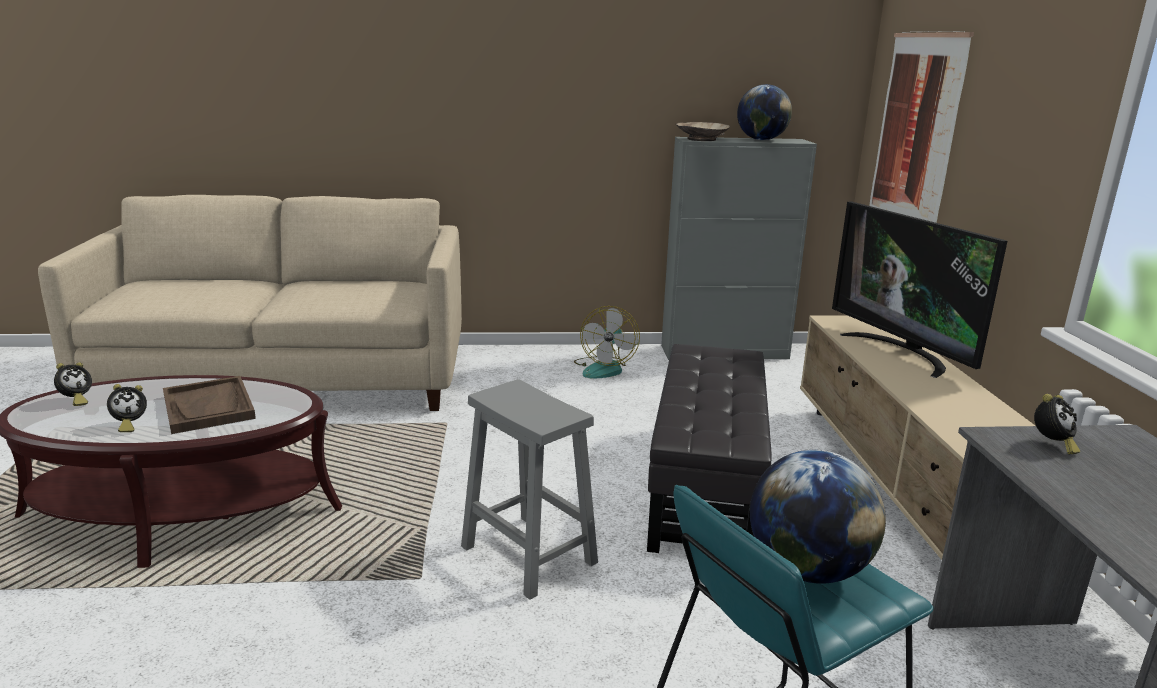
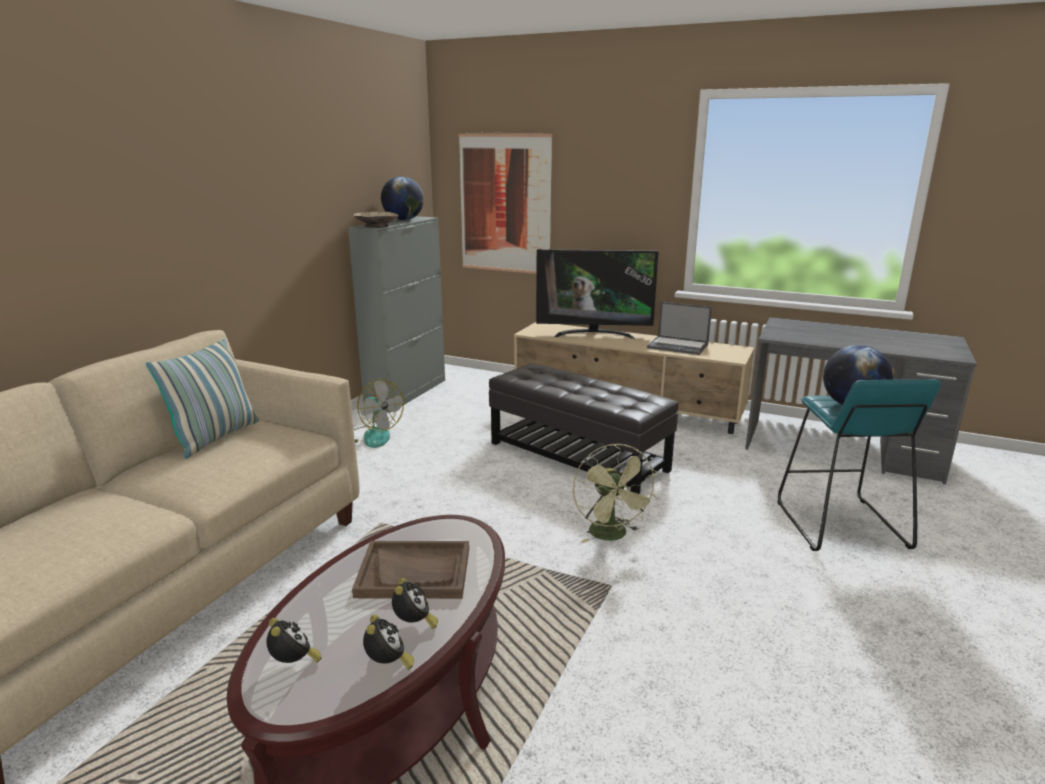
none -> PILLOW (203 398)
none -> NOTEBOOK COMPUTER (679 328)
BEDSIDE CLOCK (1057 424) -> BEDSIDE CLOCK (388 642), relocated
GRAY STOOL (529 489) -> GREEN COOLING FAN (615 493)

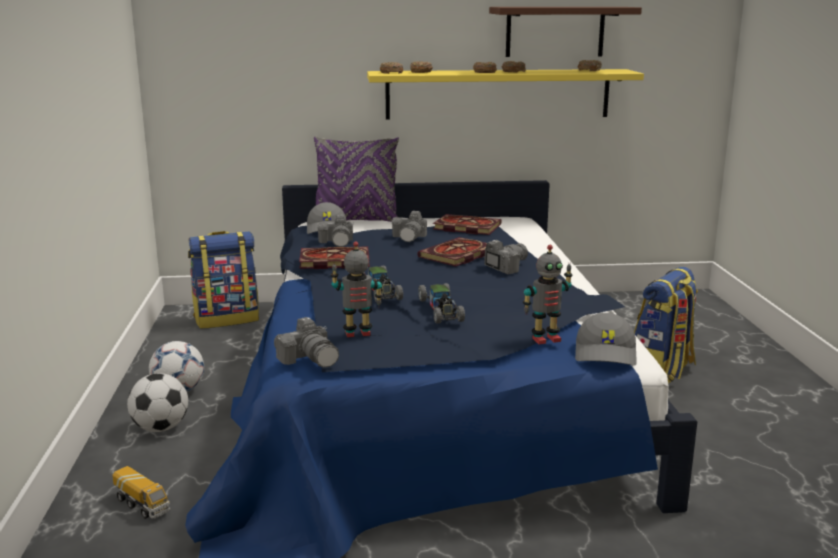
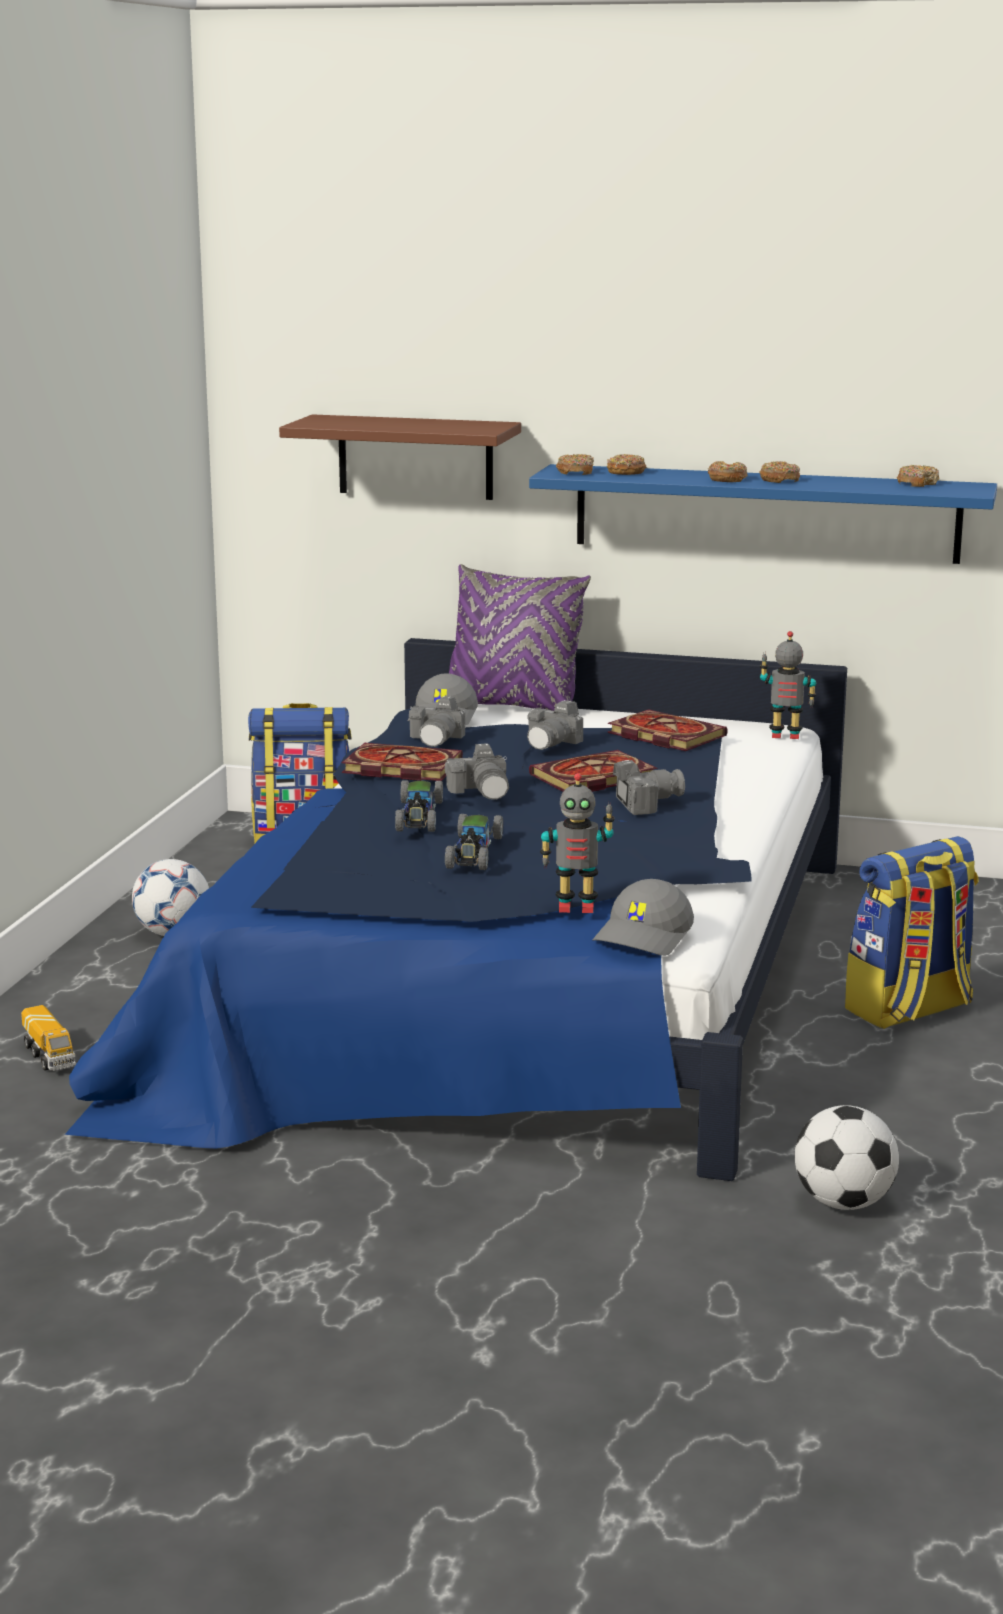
BALL FOR FOOTBALL (157 402) -> BALL FOR FOOTBALL (847 1157), relocated
STILL CAMERA (306 342) -> STILL CAMERA (477 771), relocated
ROBOT FIGURE (357 289) -> ROBOT FIGURE (788 685), relocated
BROWN BRACKET SHELF (565 32) -> BROWN BRACKET SHELF (400 457), relocated
YELLOW-COLOURED BRACKET SHELF (505 94) -> BLUE-COLOURED BRACKET SHELF (763 514)

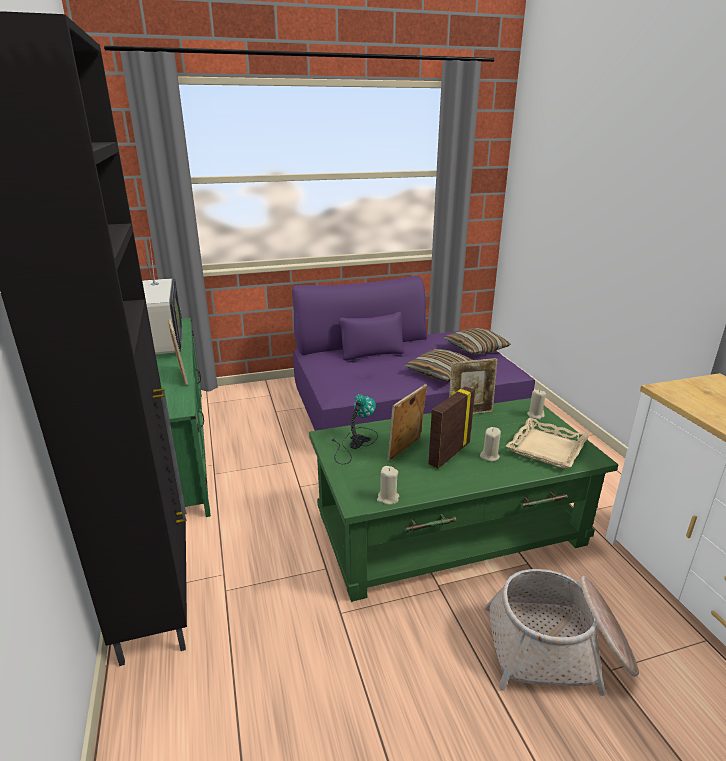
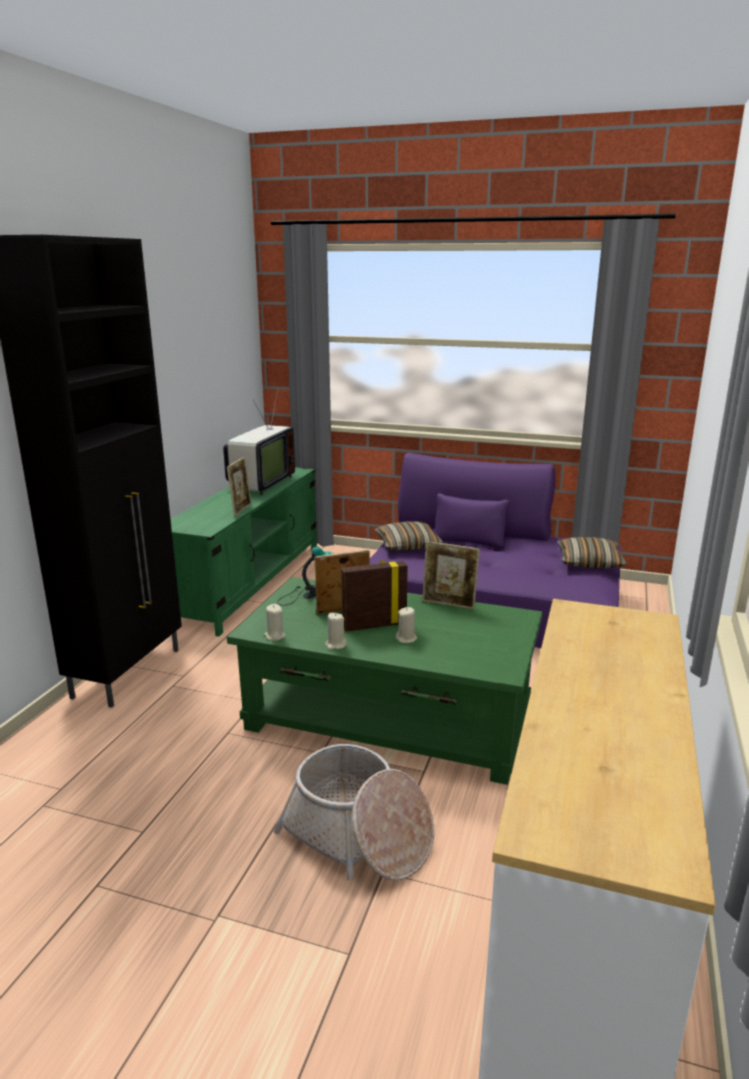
BEIGE-COLOURED TRAY (548 443) -> none
PILLOW (439 365) -> PILLOW (408 535), relocated
BEIGE-COLOURED CANDLE (536 405) -> BEIGE-COLOURED CANDLE (336 631), relocated

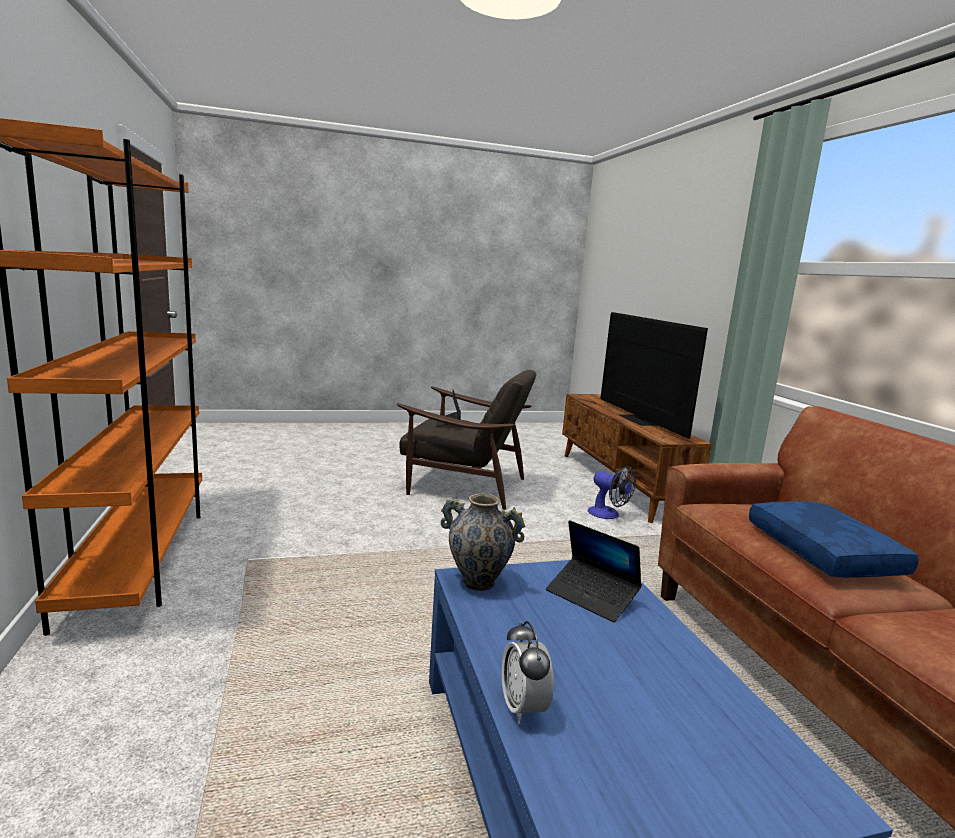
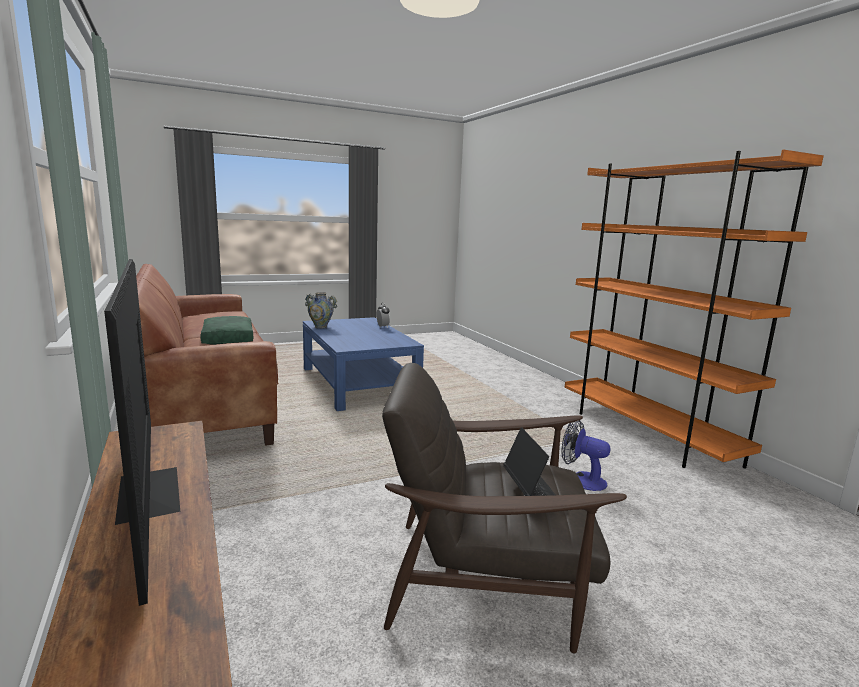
NOTEBOOK COMPUTER (594 571) -> none
FLOWER VASE (483 542) -> FLOWER VASE (321 310), relocated
COOLING FAN (612 492) -> COOLING FAN (586 455), relocated
BLUE-COLOURED PILLOW (834 539) -> GREEN PILLOW (226 330)

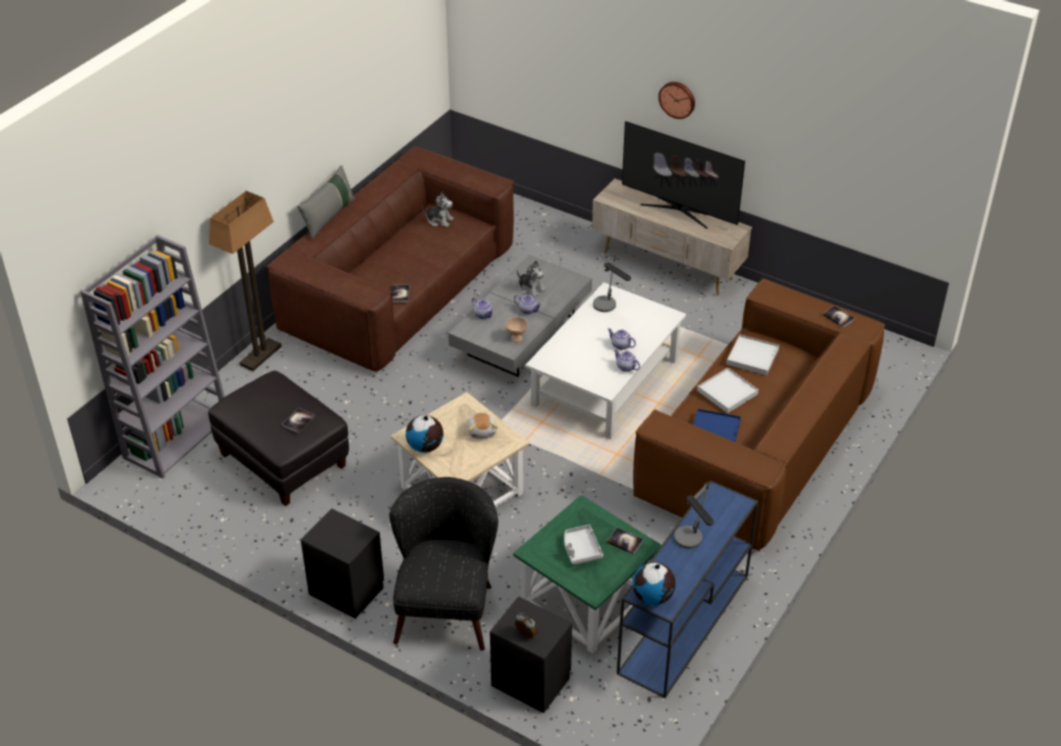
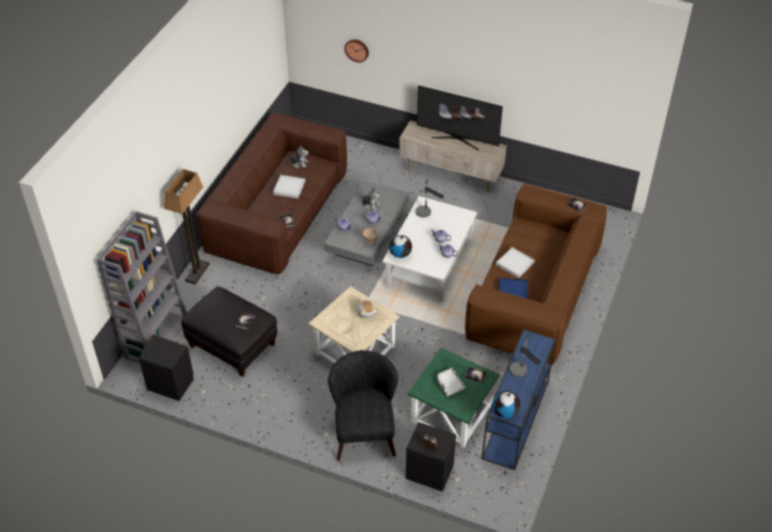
GRAY PILLOW (326 202) -> none
BLACK NIGHTSTAND (342 563) -> BLACK NIGHTSTAND (166 368), relocated
WORLD GLOBE (424 434) -> WORLD GLOBE (400 246), relocated
HANGING CLOCK (676 100) -> HANGING CLOCK (356 50), relocated
WHITE TRAY (752 354) -> WHITE TRAY (289 187), relocated

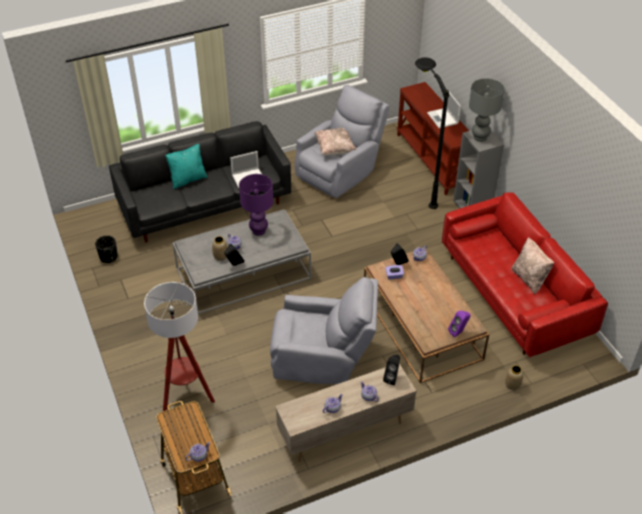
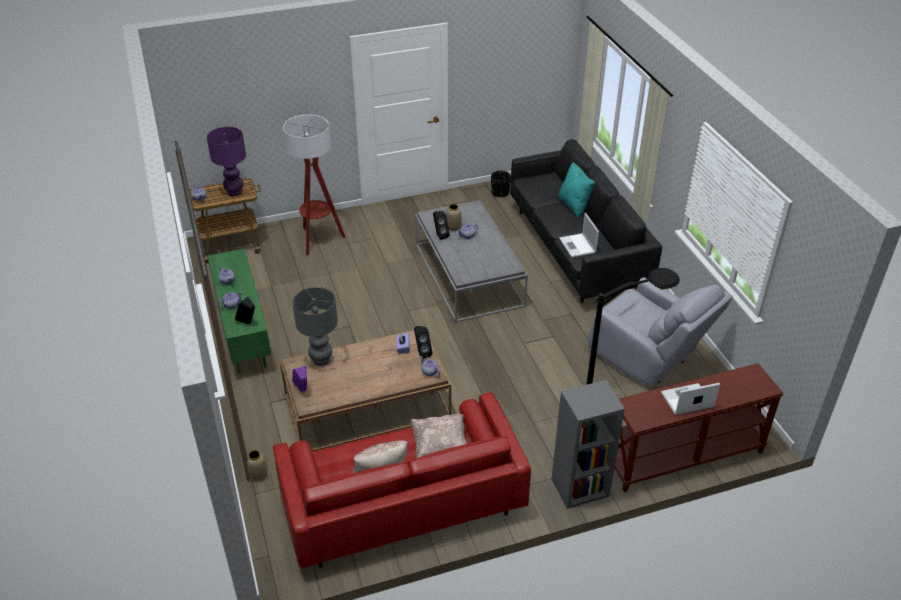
GRAY LOUNGE CHAIR (324 330) -> none
PURPLE LAMP FOR A TABLE (256 205) -> PURPLE LAMP FOR A TABLE (226 161), relocated
BEIGE-COLOURED PILLOW (335 142) -> BEIGE-COLOURED PILLOW (439 436), relocated
GRAY LAMP FOR A TABLE (487 110) -> GRAY LAMP FOR A TABLE (315 326), relocated
BEIGE-COLOURED MEDIA CONSOLE (346 413) -> GREEN MEDIA CONSOLE (239 311)

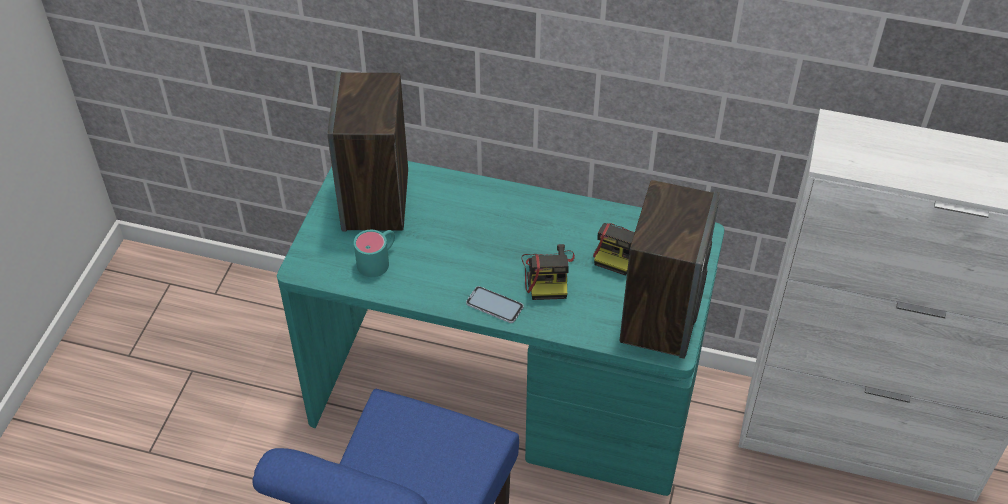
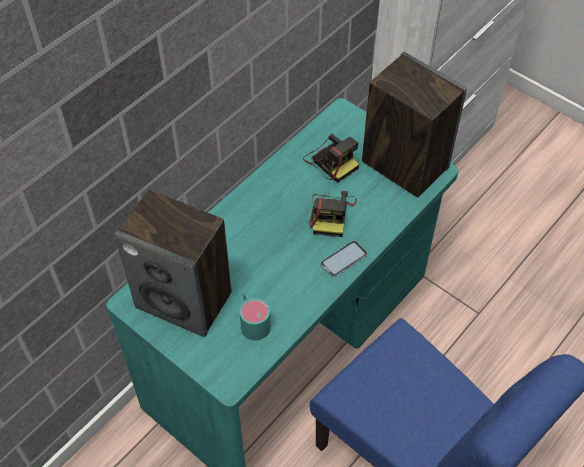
STILL CAMERA (548 272) -> STILL CAMERA (333 214), 75 degrees clockwise

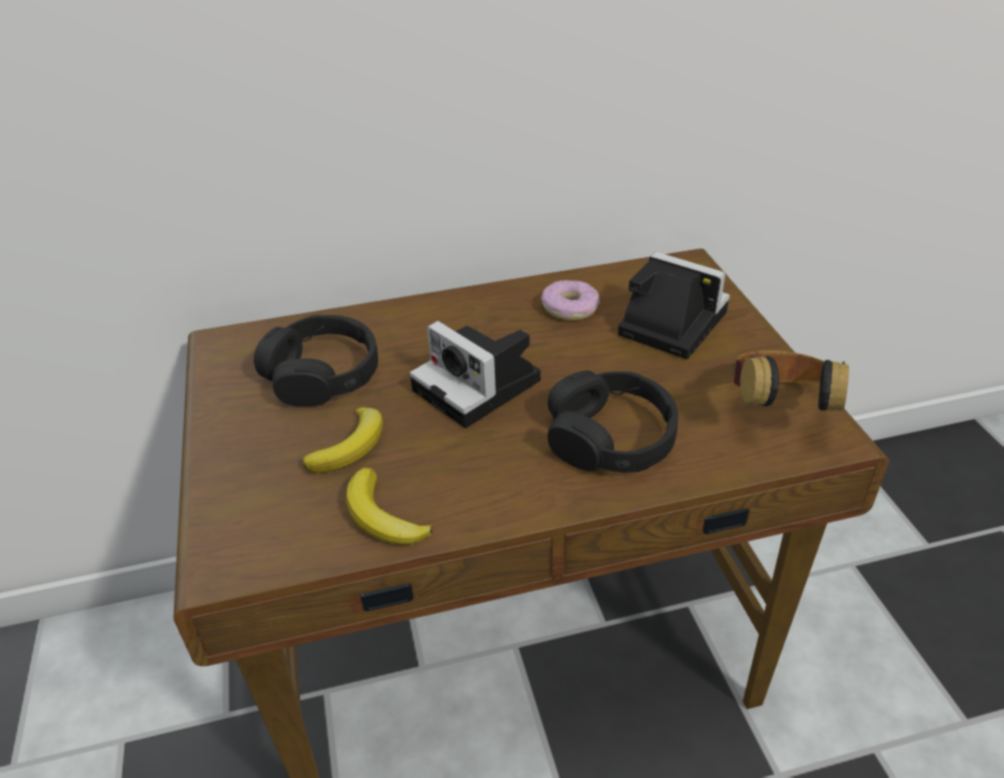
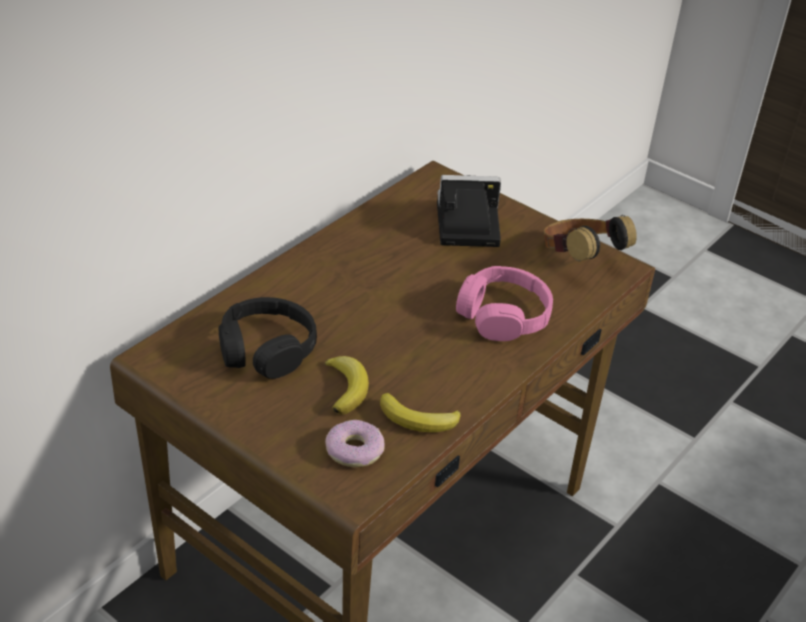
STILL CAMERA (475 374) -> none
RING DOUGHNUT (570 300) -> RING DOUGHNUT (355 443), relocated
BLACK PAIR OF HEADPHONES (613 421) -> PINK PAIR OF HEADPHONES (504 303)

